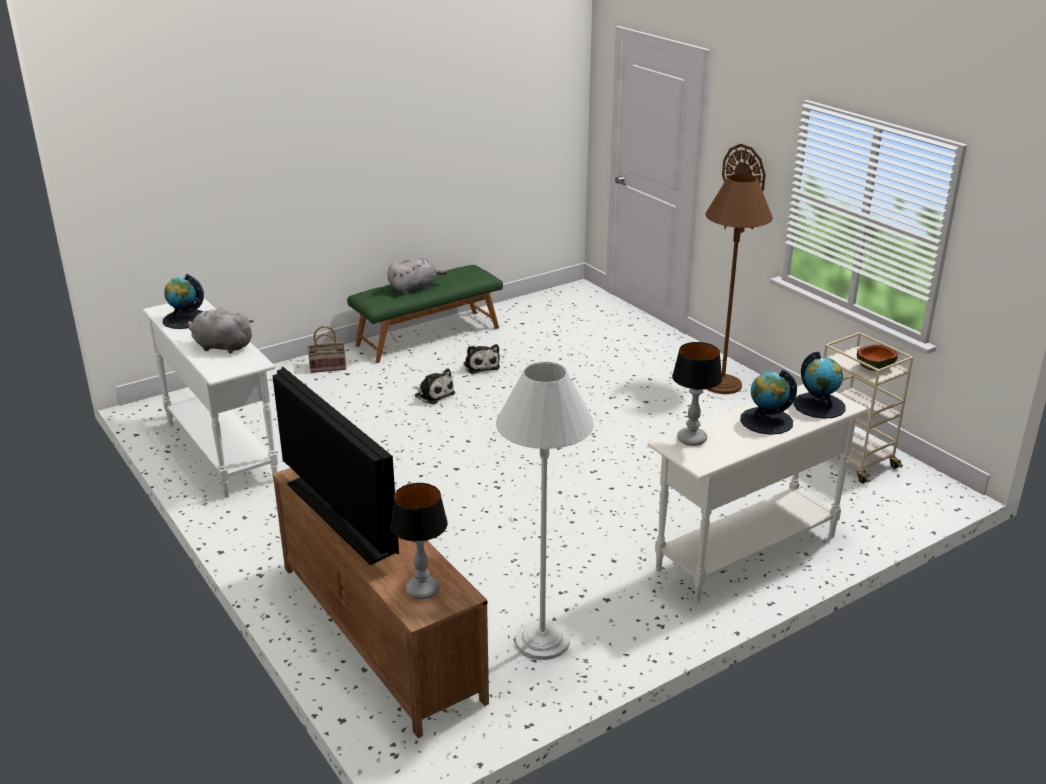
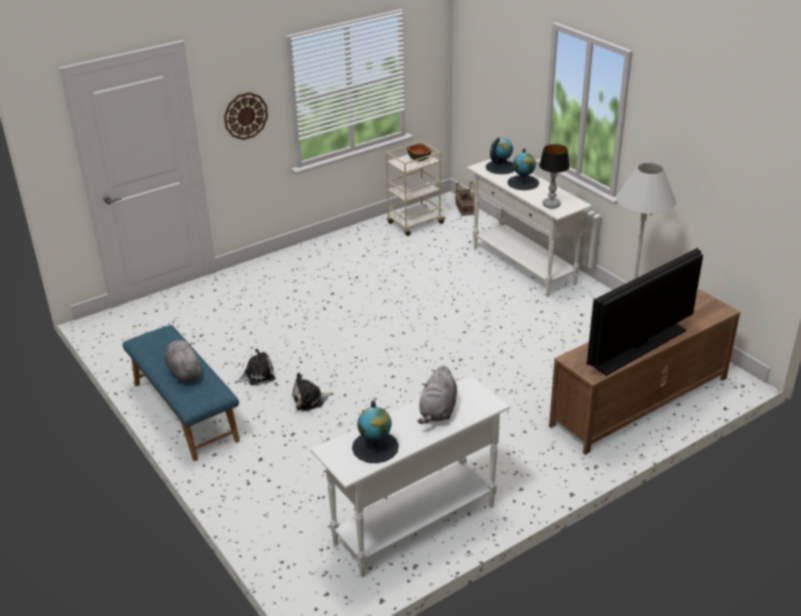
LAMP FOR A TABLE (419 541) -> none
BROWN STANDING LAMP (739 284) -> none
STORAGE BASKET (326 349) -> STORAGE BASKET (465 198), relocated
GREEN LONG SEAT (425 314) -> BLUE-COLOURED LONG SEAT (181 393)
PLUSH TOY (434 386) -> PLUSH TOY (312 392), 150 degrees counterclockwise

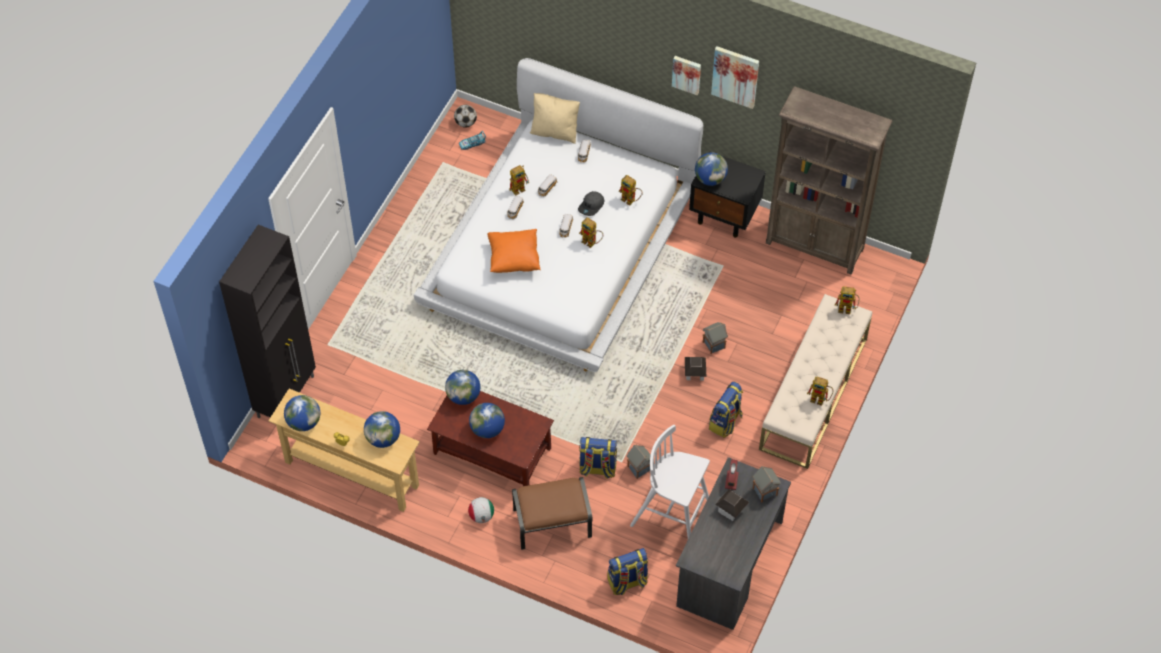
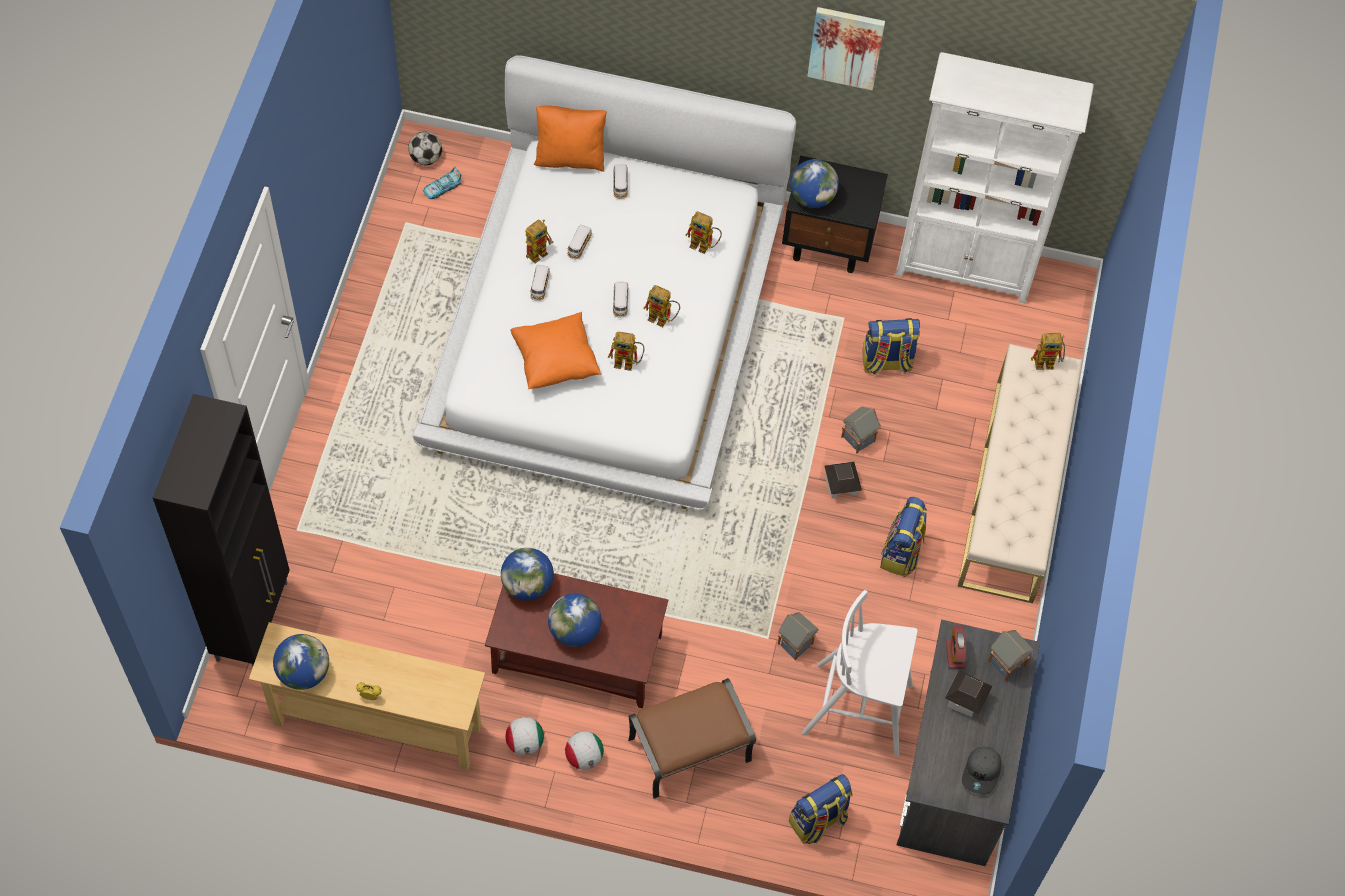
WORLD GLOBE (382 429) -> none
WALL ART (686 75) -> none
none -> BALL FOR FOOTBALL (524 736)
GRAY BASEBALL CAP (591 203) -> GRAY BASEBALL CAP (981 770), relocated
KNAPSACK (598 458) -> KNAPSACK (891 347), relocated
ROBOT FIGURE (820 391) -> ROBOT FIGURE (626 351), relocated
BEIGE-COLOURED PILLOW (555 118) -> ORANGE PILLOW (570 138)
BROWN BOOKSHELF (829 180) -> WHITE BOOKSHELF (995 178)

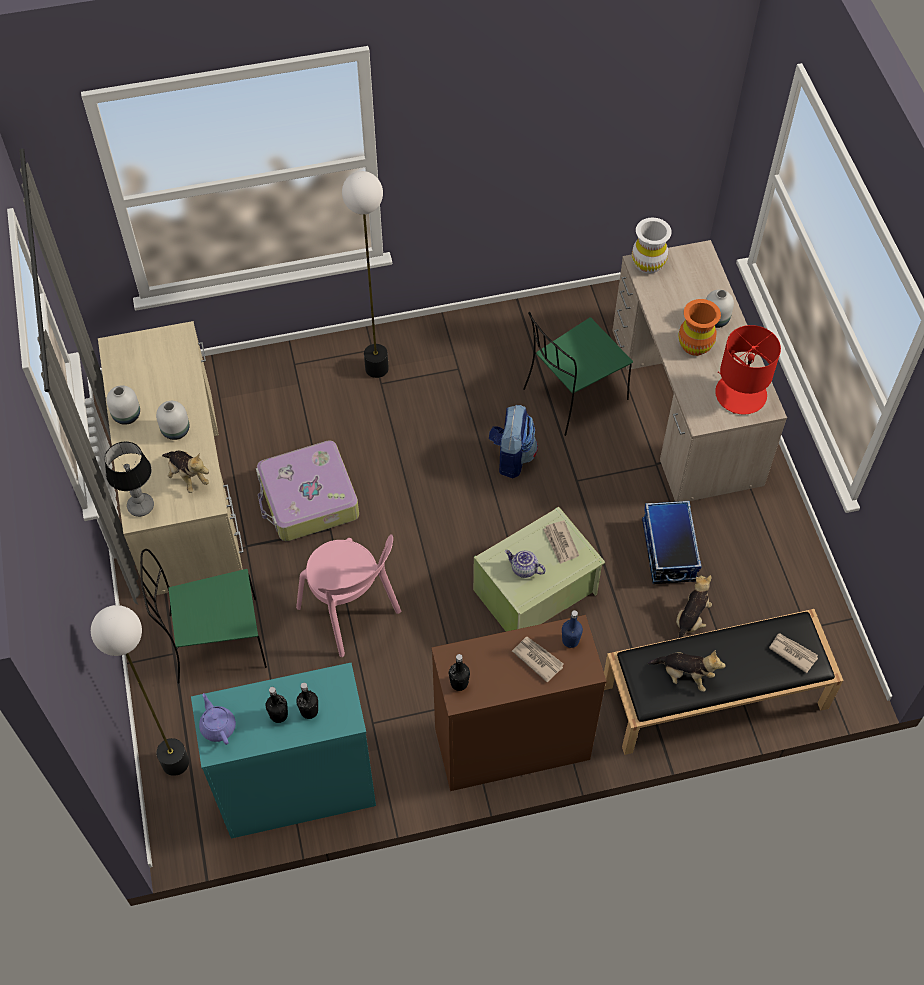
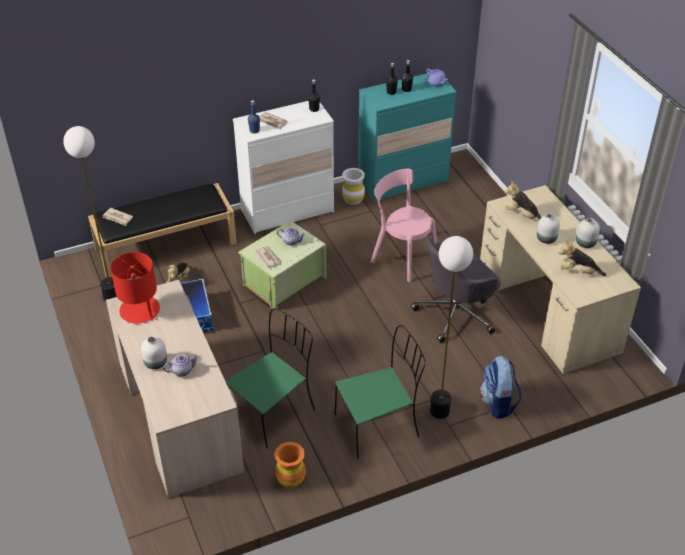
LAMP FOR A TABLE (129 479) -> none
none -> TEA POT (181 365)
STANDING LAMP (140 690) -> STANDING LAMP (90 214), relocated
GREEN CHAIR (203 616) -> GREEN CHAIR (380 392), relocated
KNAPSACK (513 441) -> KNAPSACK (501 387), relocated
WHITE FLOWER VASE (652 246) -> WHITE FLOWER VASE (353 186), relocated
PLUSH TOY (686 671) -> PLUSH TOY (582 258), relocated
ORANGE FLOWER VASE (699 327) -> ORANGE FLOWER VASE (290 465), relocated
PIECE OF LUGGAGE (307 490) -> GRAY OFFICE CHAIR (456 289)
BROWN DRAWER CHEST (519 703) -> WHITE DRAWER CHEST (283 167)

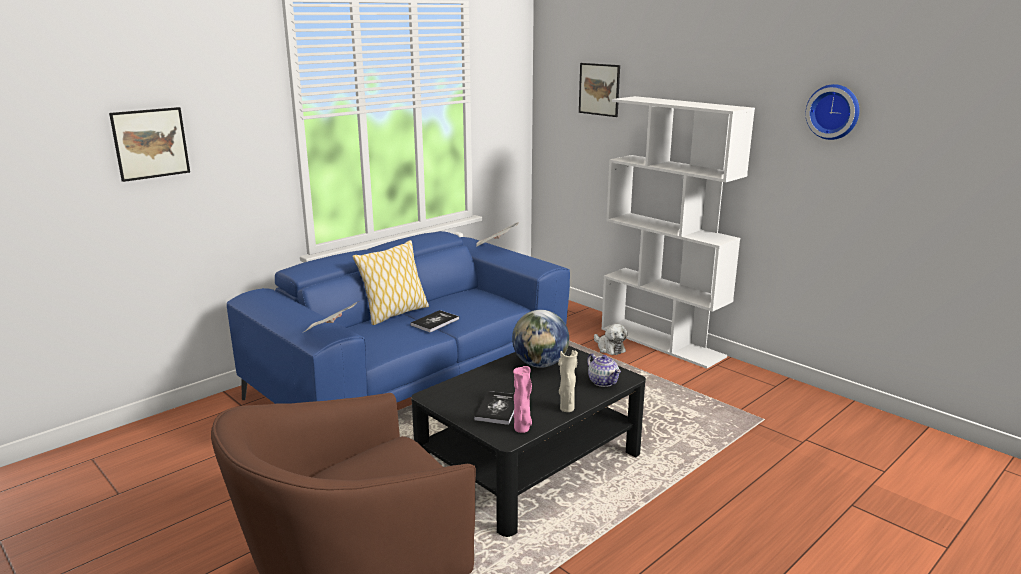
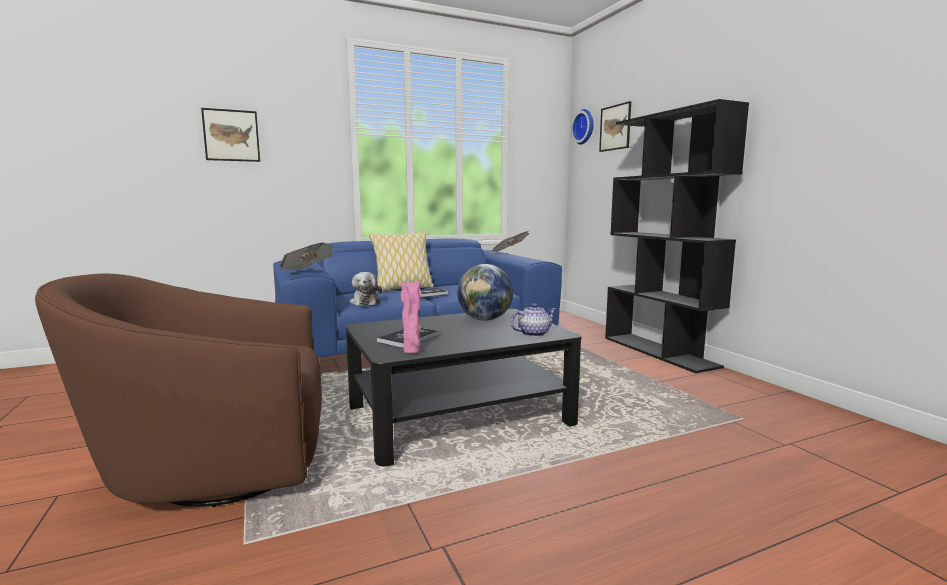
BEIGE-COLOURED FLOWER VASE (568 381) -> none
PLUSH TOY (611 339) -> PLUSH TOY (366 289), relocated
HANGING CLOCK (832 112) -> HANGING CLOCK (582 127), relocated
WHITE BOOKSHELF (678 232) -> BLACK BOOKSHELF (677 236)
TEA POT (604 370) -> TEA POT (533 320), 105 degrees counterclockwise

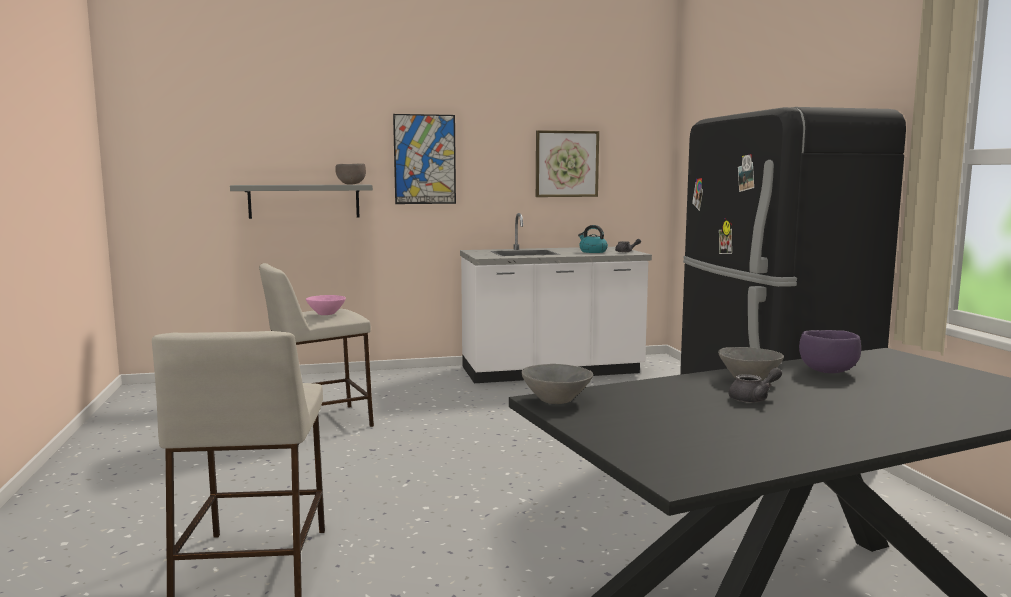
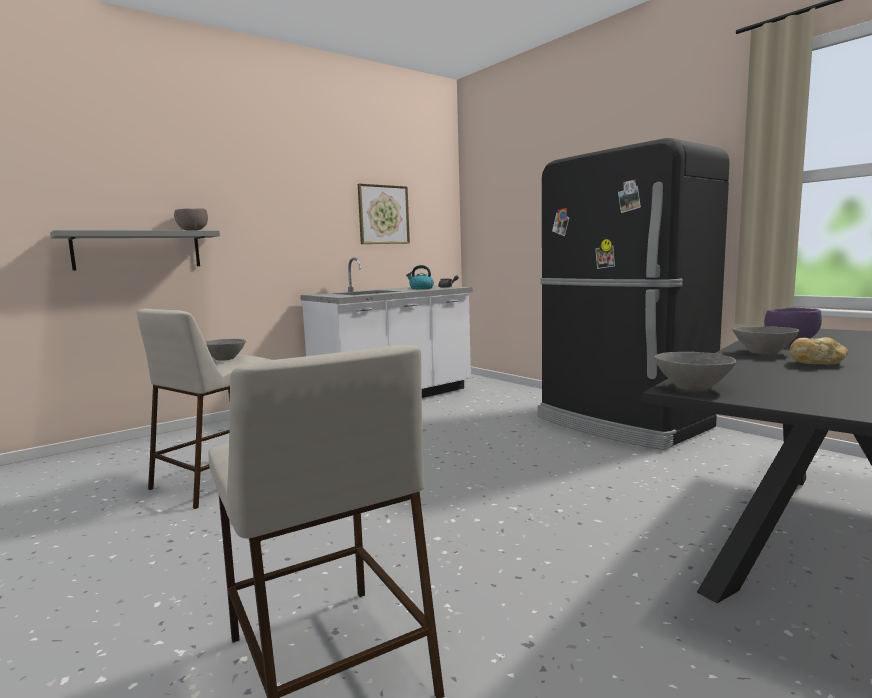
WALL ART (424 159) -> none
GRAY TEA POT (755 385) -> BAKERY BREAD (819 350)
PINK SERVING BOWL (326 305) -> GRAY SERVING BOWL (226 350)

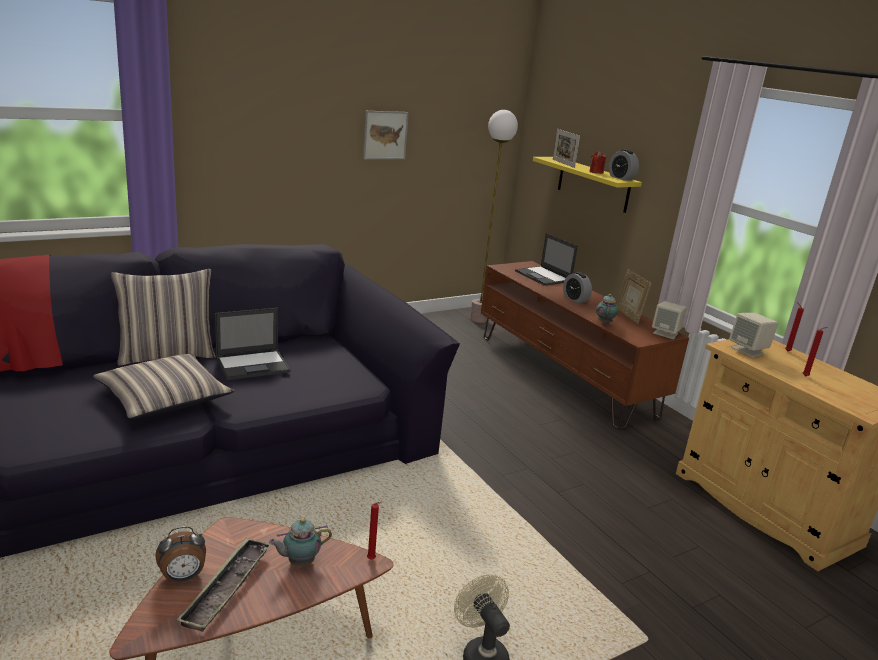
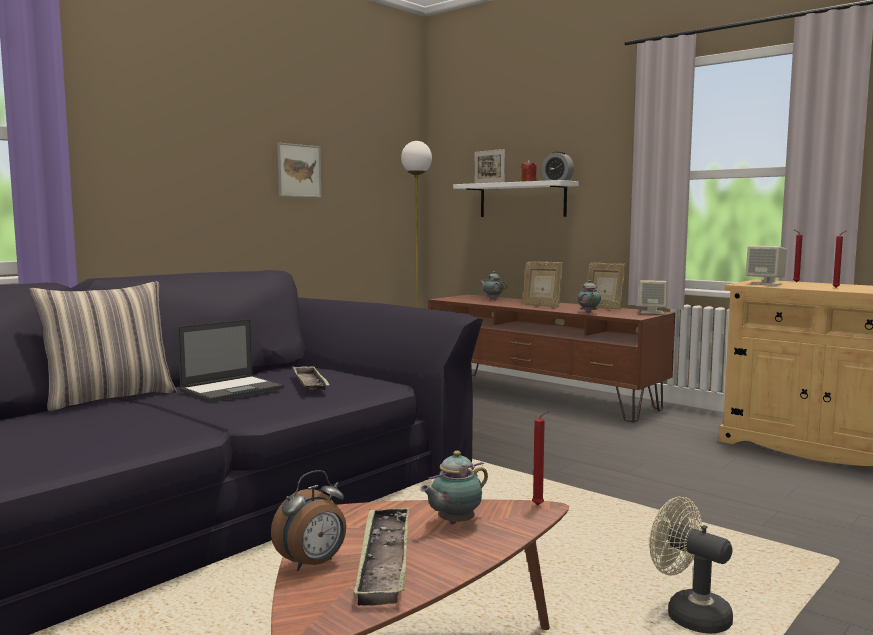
PILLOW (163 386) -> none
none -> TRAY (311 378)
NOTEBOOK COMPUTER (546 259) -> TEA POT (493 285)
BEDSIDE CLOCK (577 287) -> PICTURE FRAME (542 284)
YELLOW-COLOURED BRACKET SHELF (587 185) -> WHITE BRACKET SHELF (516 198)

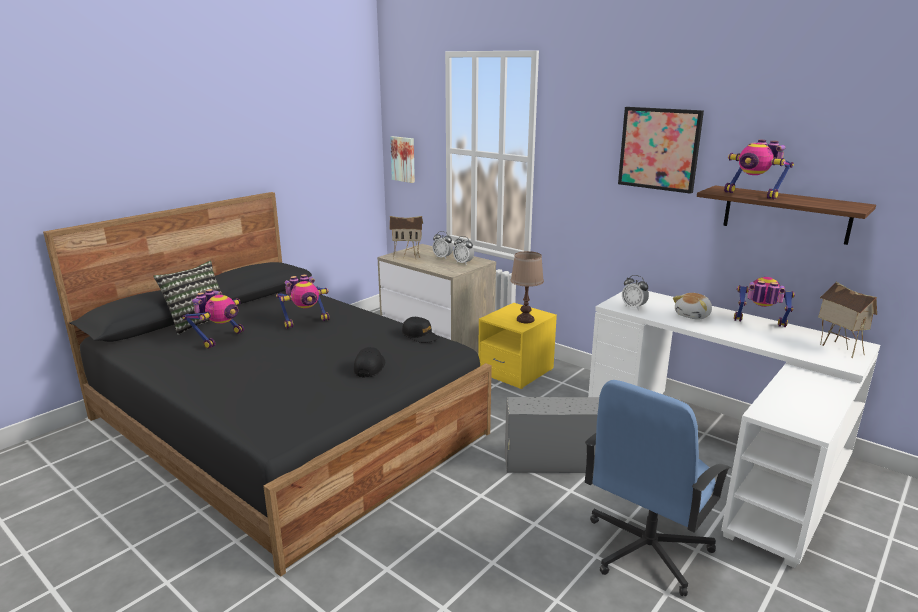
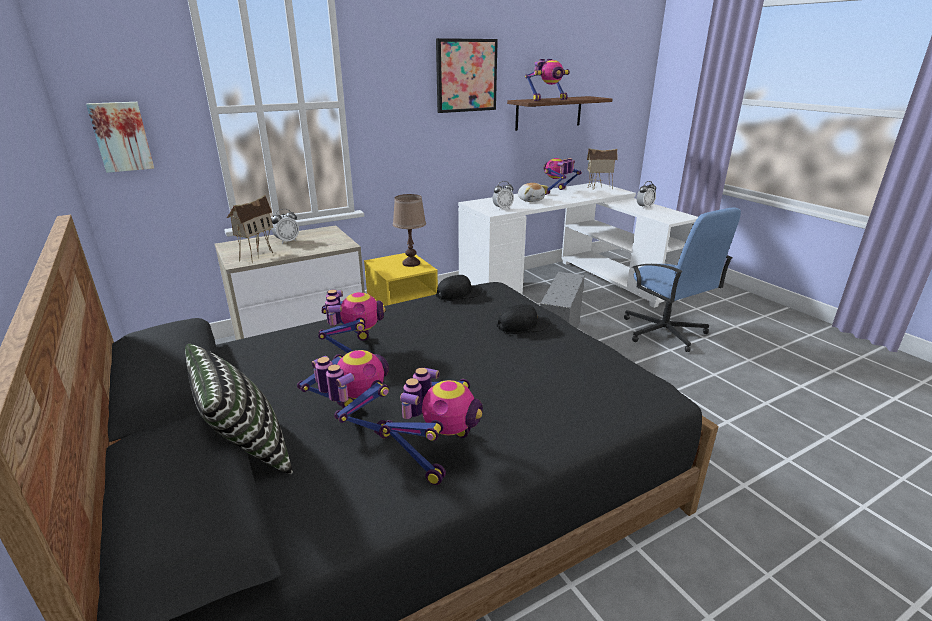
none -> ROBOT FIGURE (432 426)
BEDSIDE CLOCK (463 250) -> BEDSIDE CLOCK (646 195), relocated
BLACK BASEBALL CAP (369 362) -> BLACK BASEBALL CAP (524 319), 135 degrees clockwise

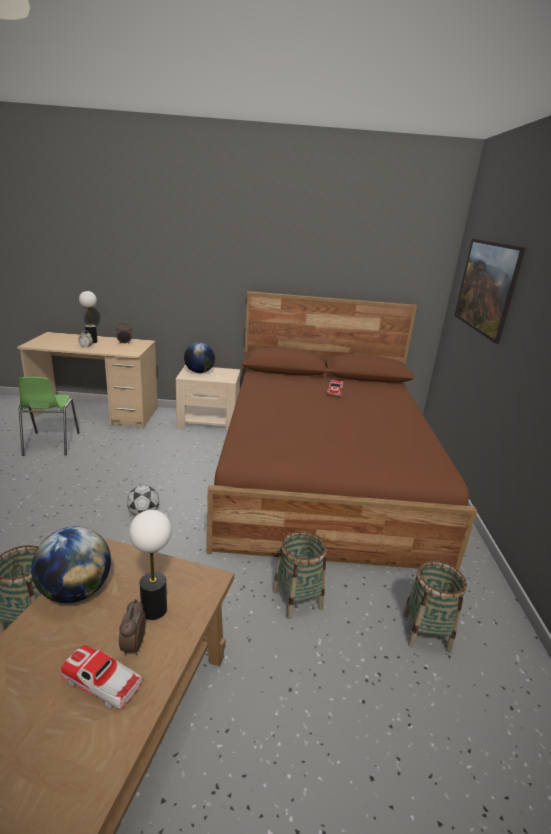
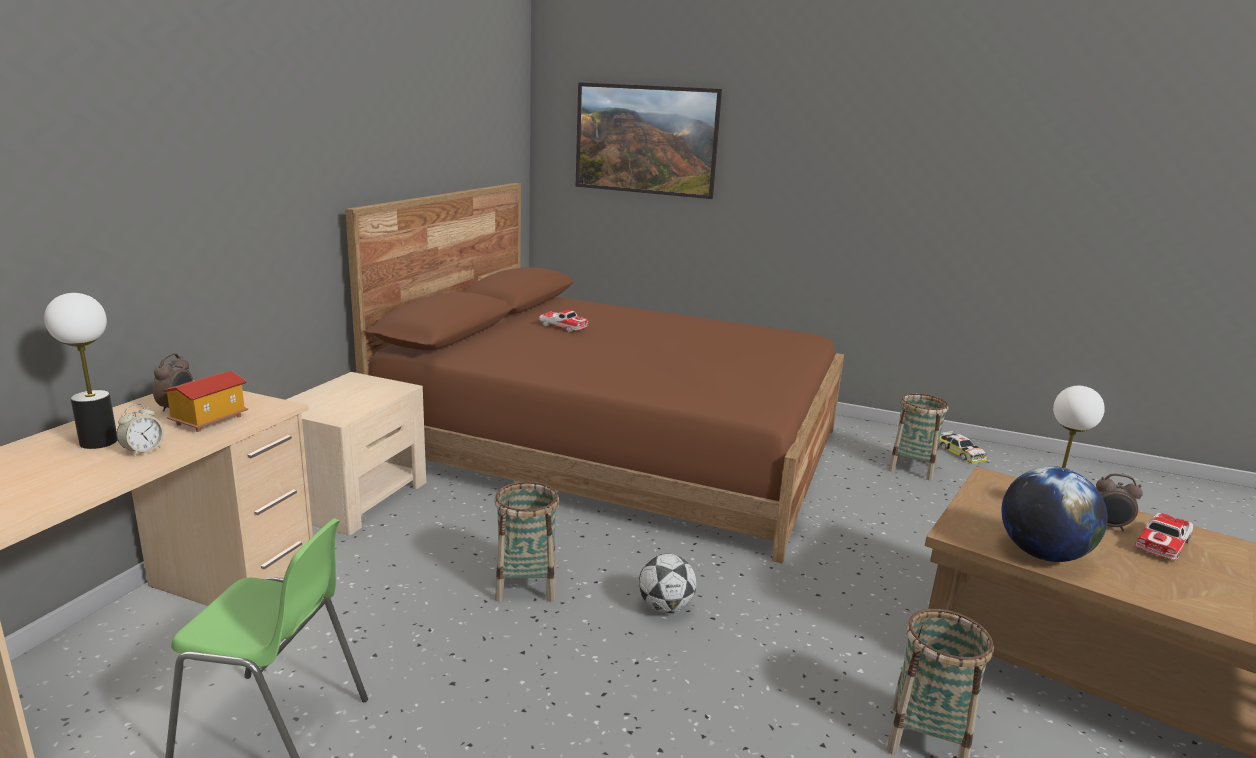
WORLD GLOBE (199 357) -> none
none -> MINIATURE HOUSE (205 401)
none -> MODEL CAR (963 447)
STORAGE BASKET (299 575) -> STORAGE BASKET (526 541), relocated

